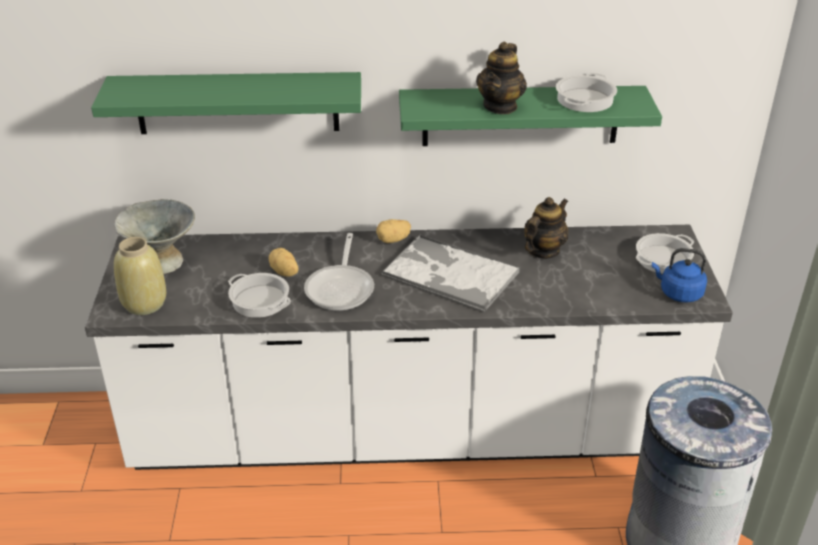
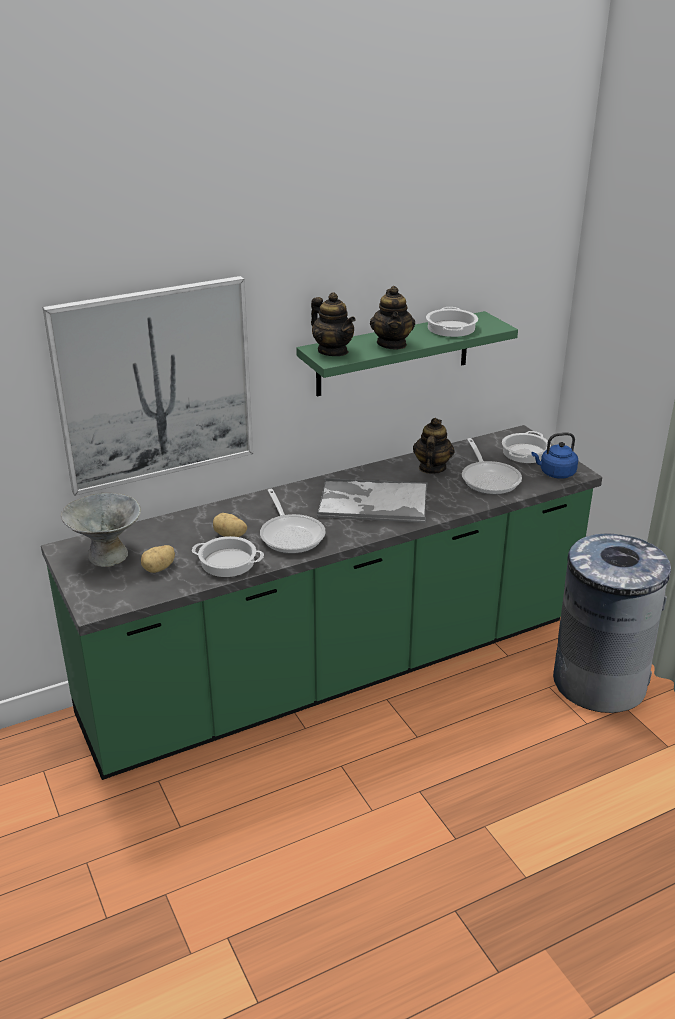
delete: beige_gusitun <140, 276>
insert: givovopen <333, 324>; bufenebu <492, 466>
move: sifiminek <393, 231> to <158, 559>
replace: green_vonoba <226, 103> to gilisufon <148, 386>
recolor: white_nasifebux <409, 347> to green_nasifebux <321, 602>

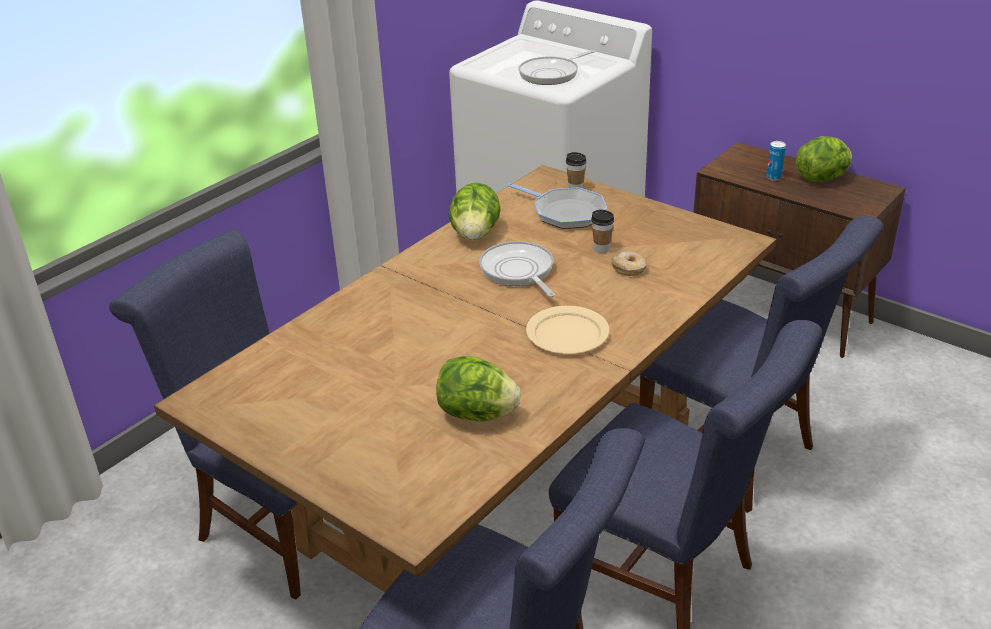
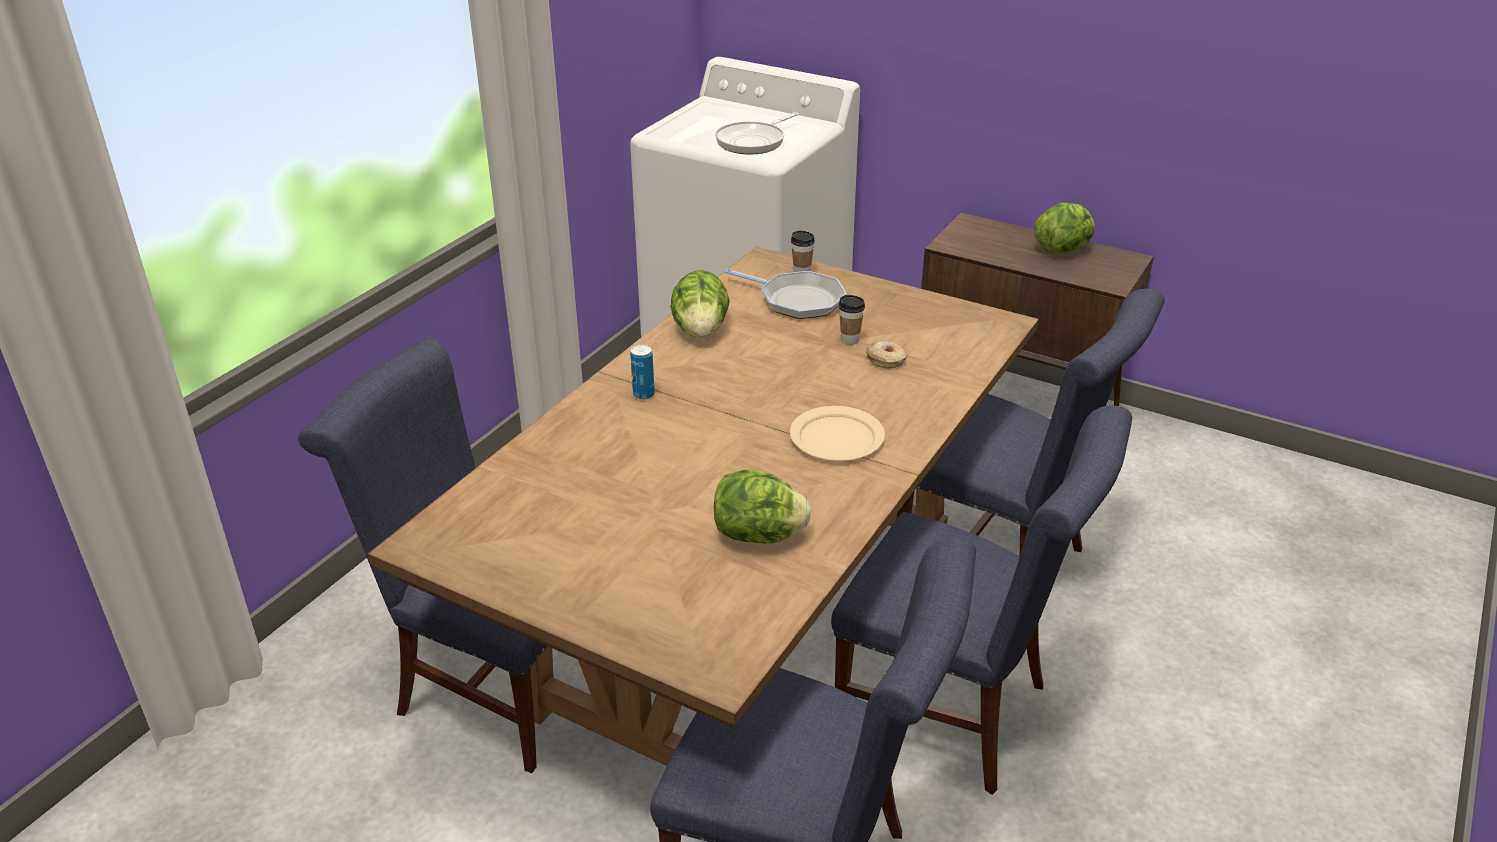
delete: bufenebu <517, 269>
move: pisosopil <776, 160> to <642, 372>

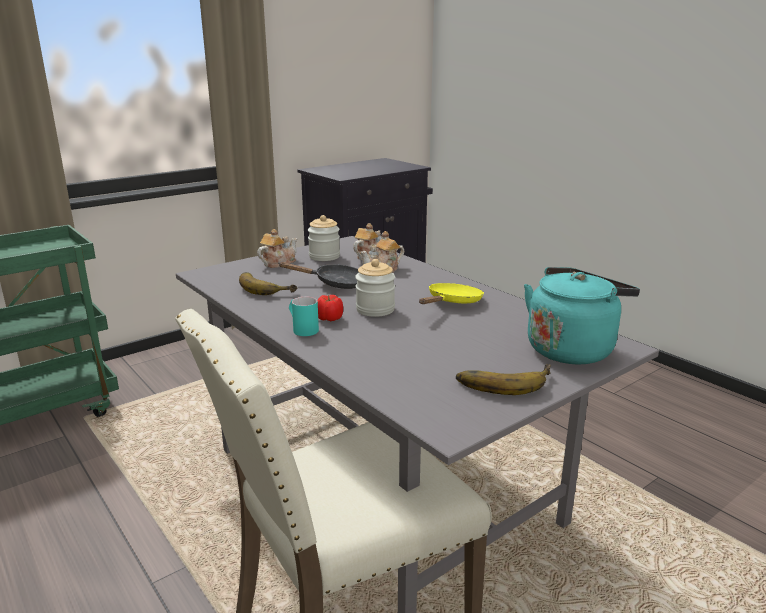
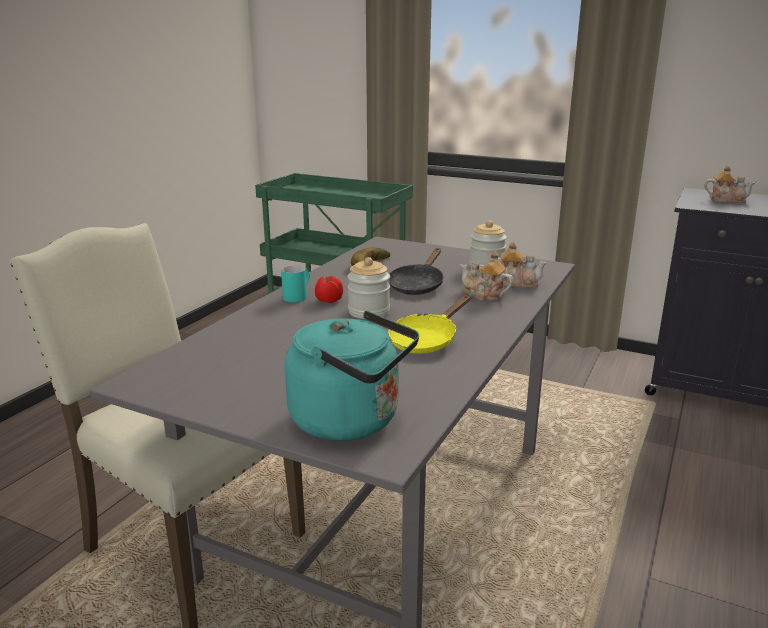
delete: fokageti <503, 379>
move: givovopen <277, 248> to <730, 184>
rotate: black_bufenebu <319, 275> = <416, 271> 45 degrees clockwise; yellow_bufenebu <451, 293> = <429, 324> 120 degrees clockwise

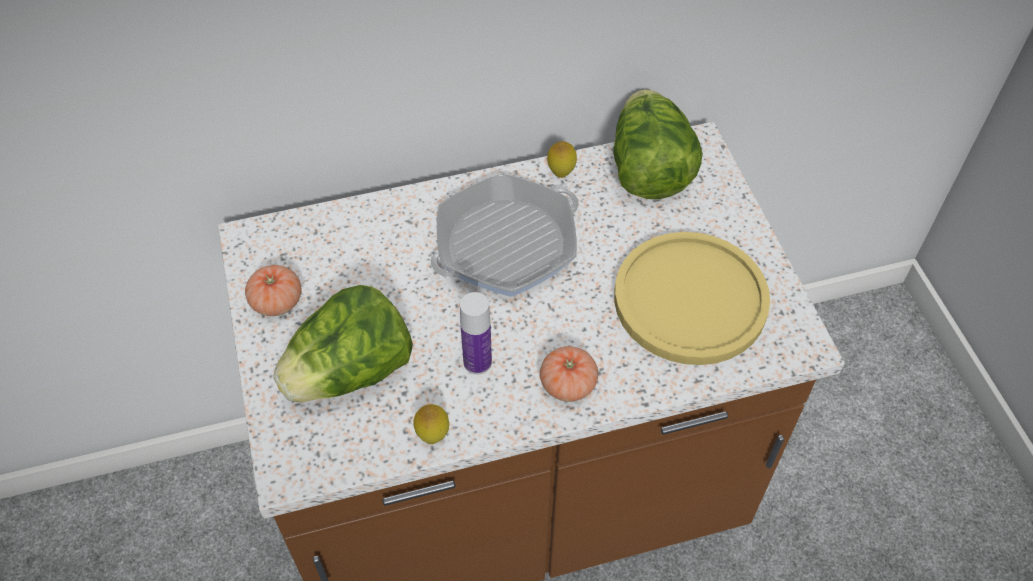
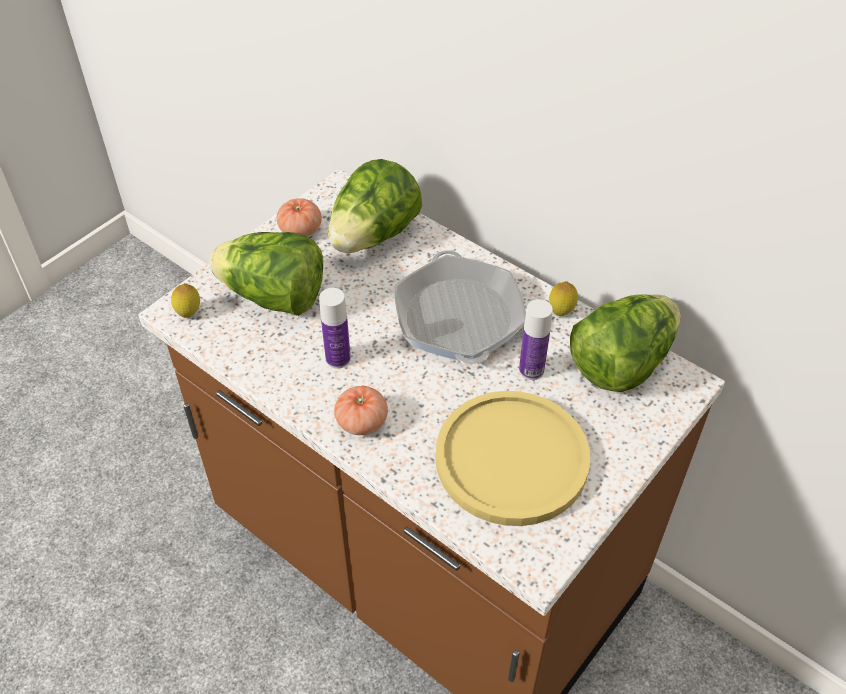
insert: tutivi <375, 206>; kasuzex <536, 339>
move: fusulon <431, 424> to <185, 300>
rotate: bufenebu <505, 235> = <460, 307> 60 degrees clockwise

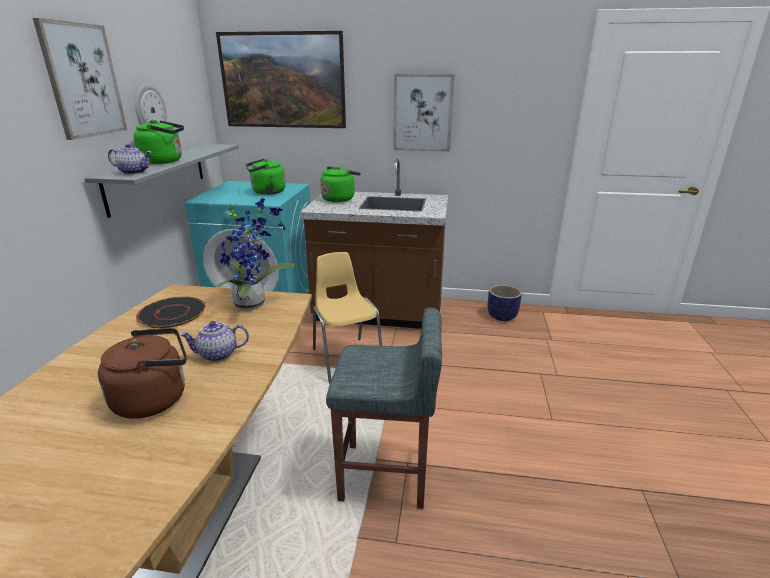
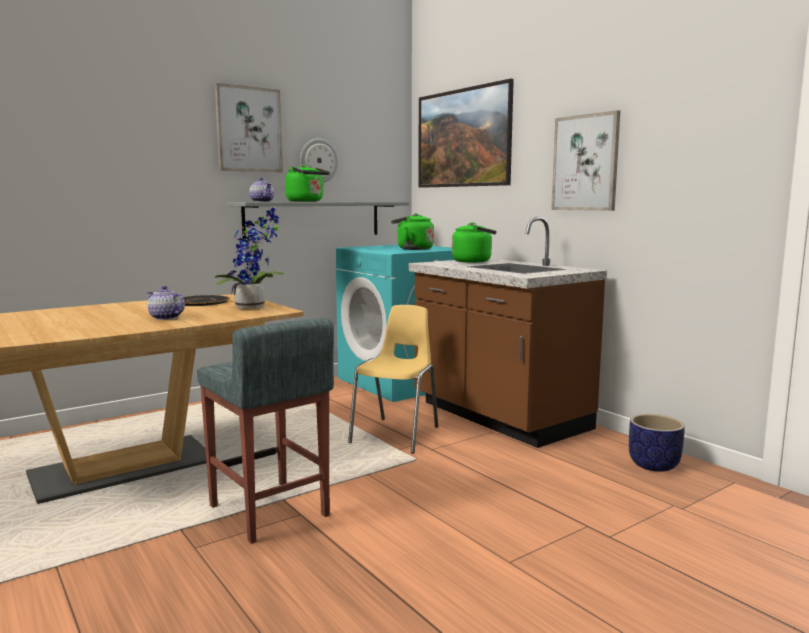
delete: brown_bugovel <142, 373>

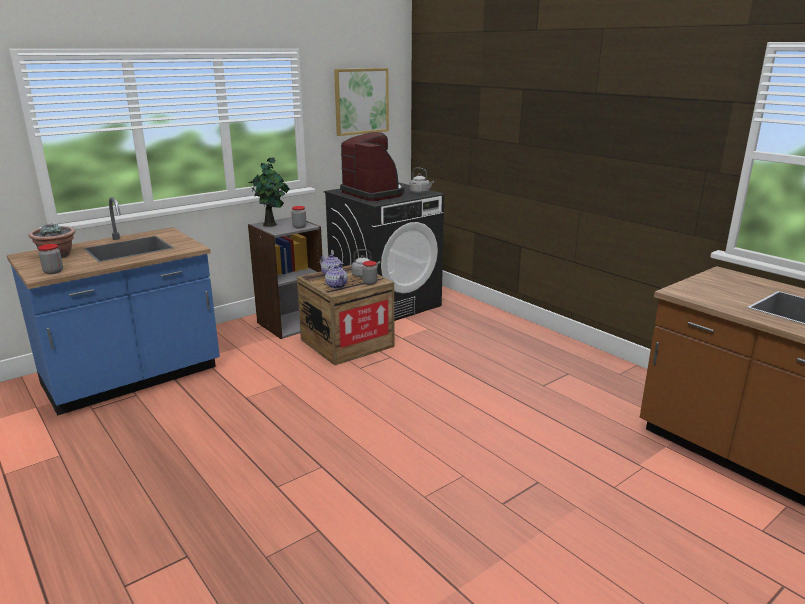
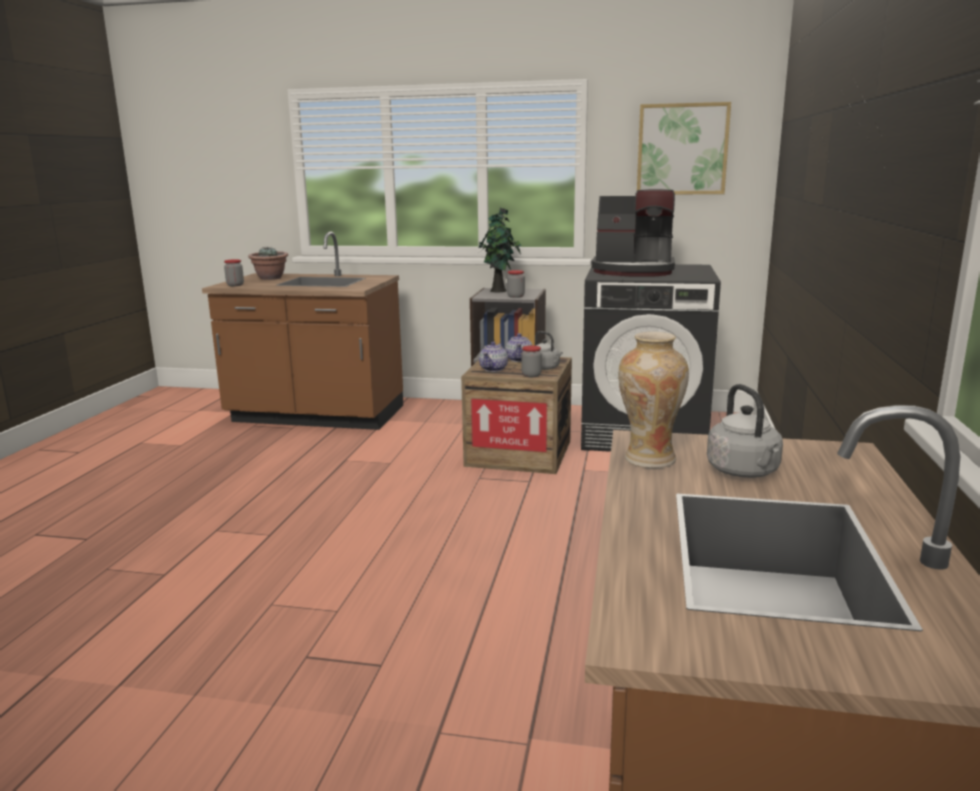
insert: gusitun <653, 400>
move: grey_bugovel <421, 181> to <745, 431>
recolor: blue_nasifebux <113, 306> to brown_nasifebux <302, 330>
rotate: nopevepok <372, 166> = <633, 233> 90 degrees clockwise

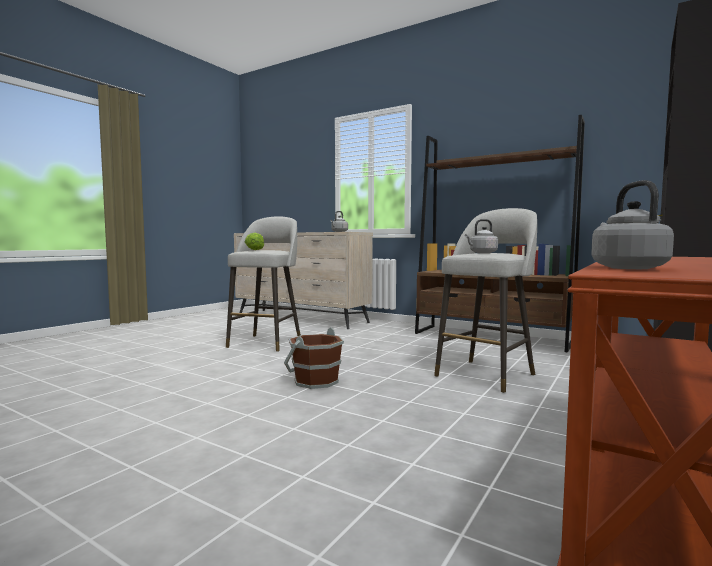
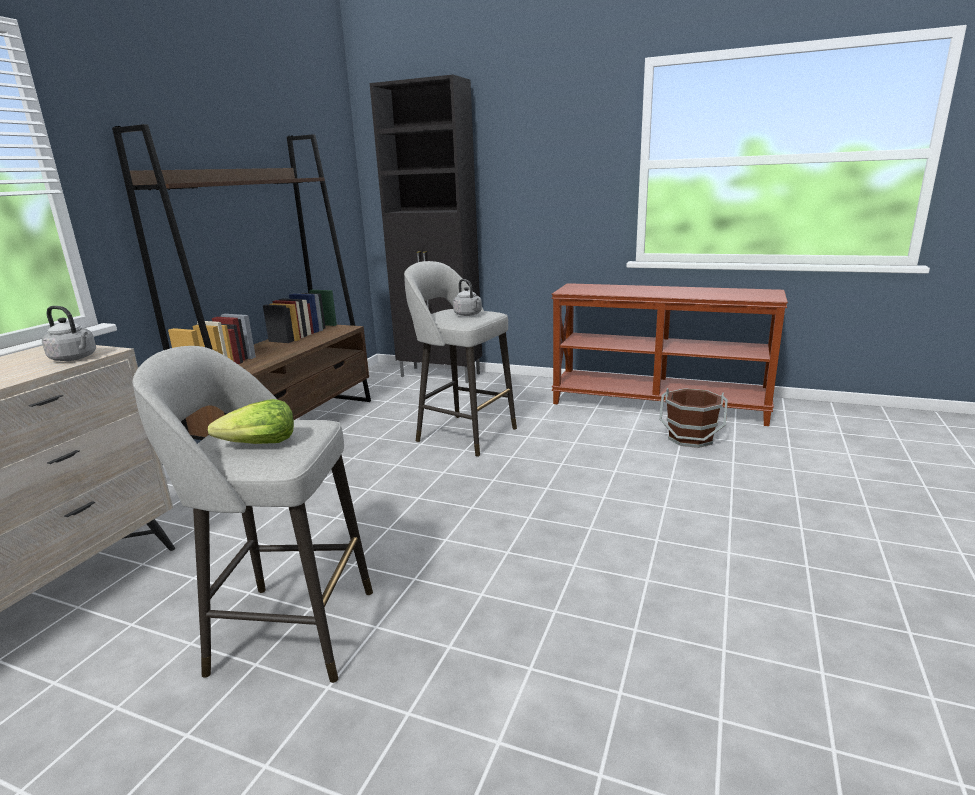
delete: grey_bugovel <632, 224>
move: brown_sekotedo <314, 358> to <693, 418>

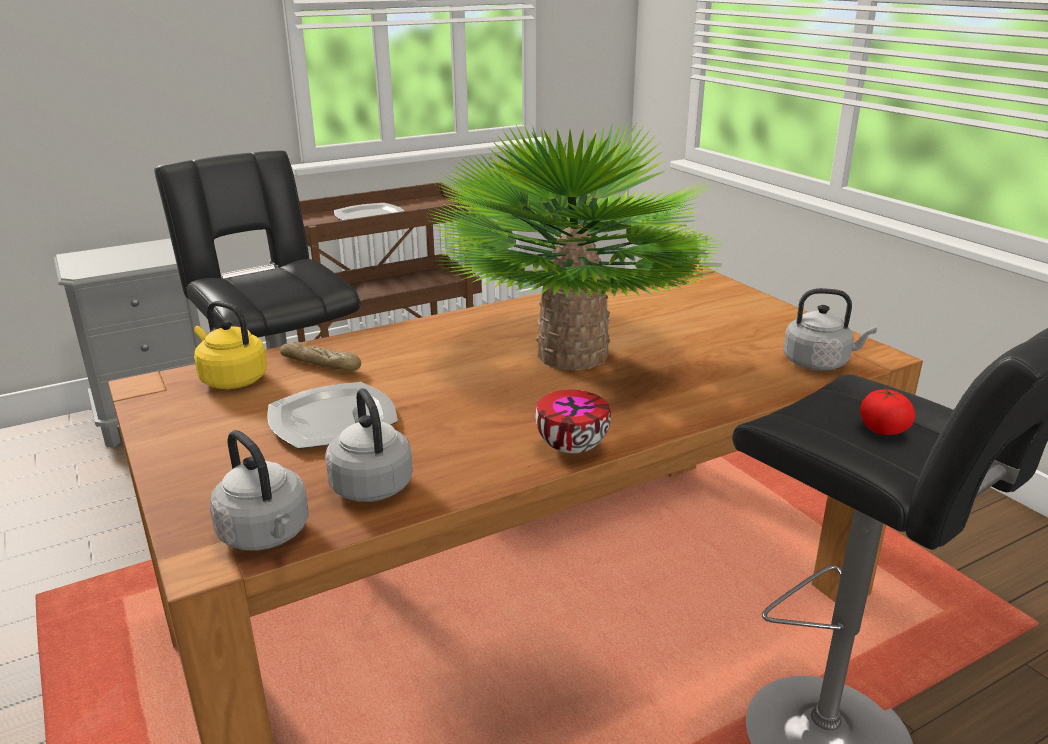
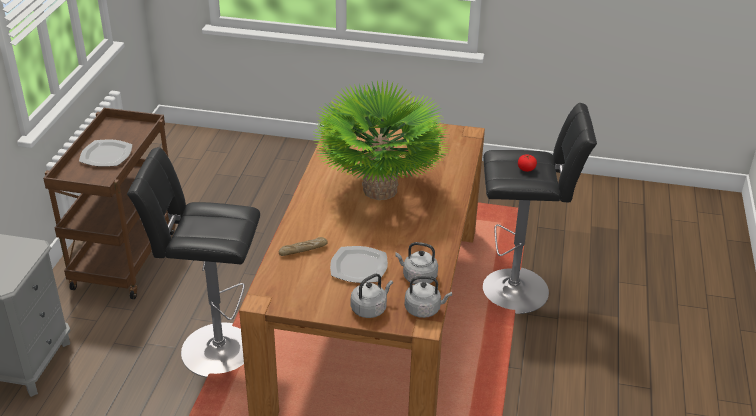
delete: yellow_bugovel <230, 345>; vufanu <573, 421>
move: grey_bugovel <830, 329> to <372, 295>

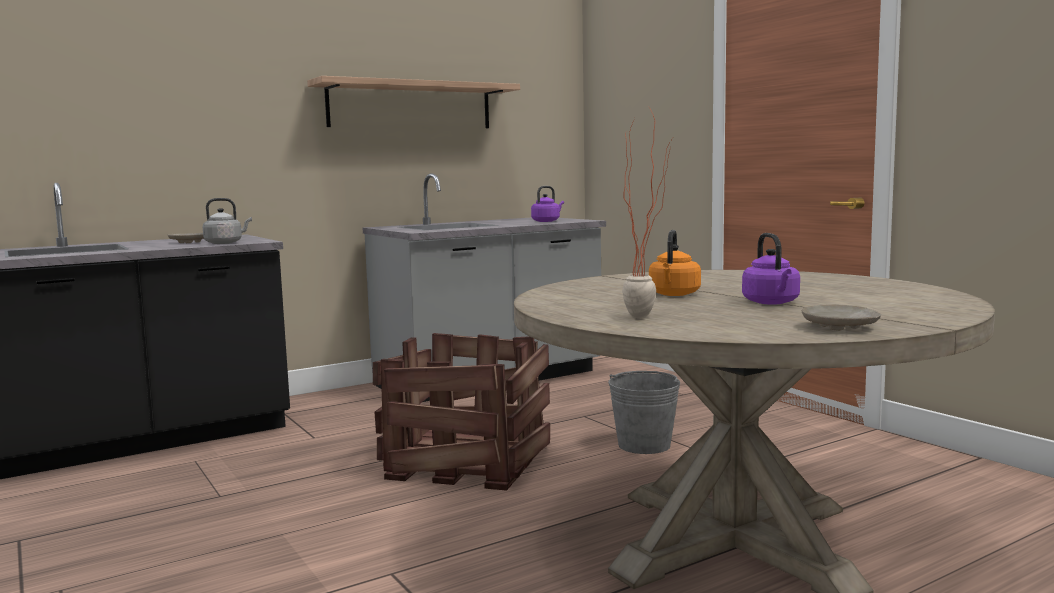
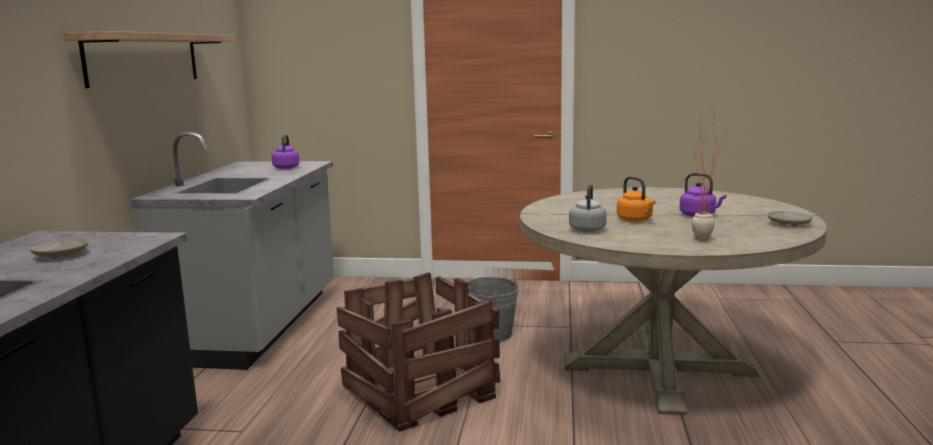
move: grey_bugovel <227, 221> to <588, 208>

